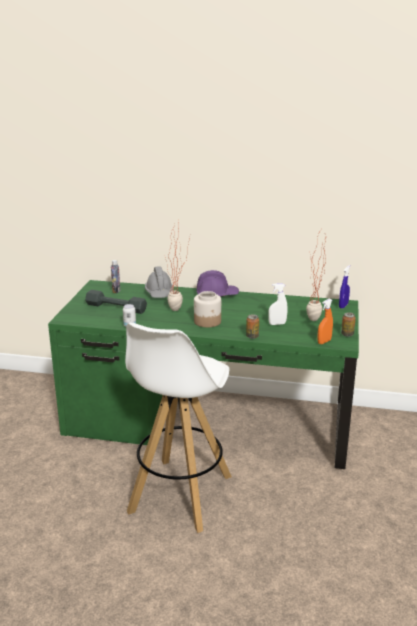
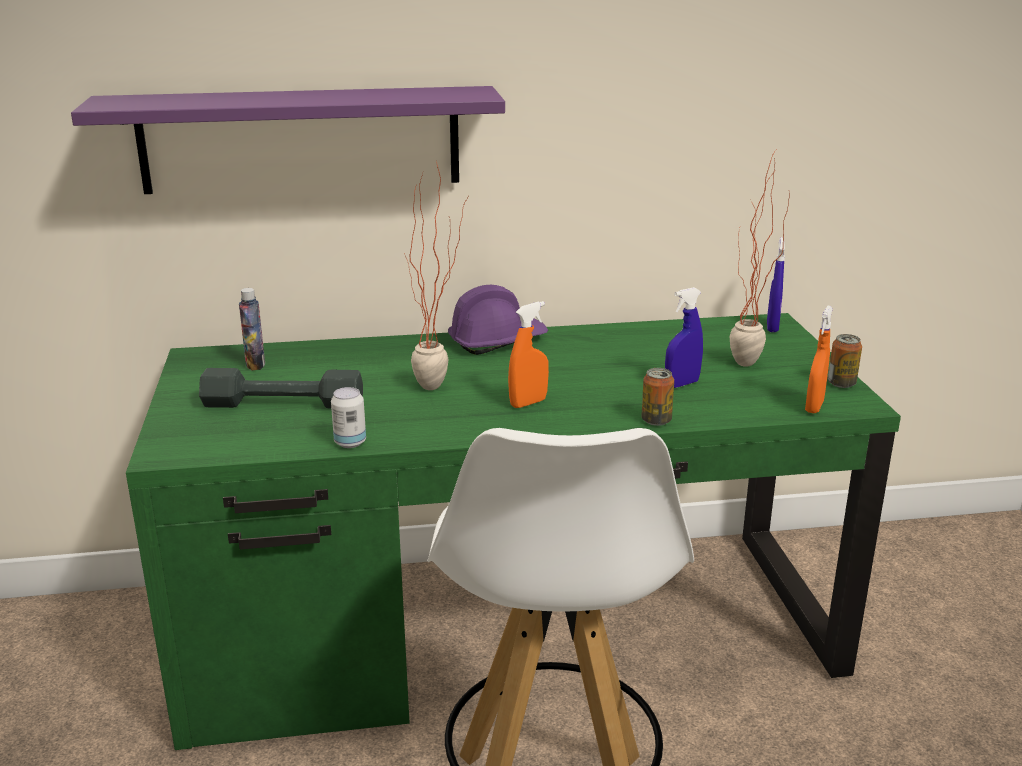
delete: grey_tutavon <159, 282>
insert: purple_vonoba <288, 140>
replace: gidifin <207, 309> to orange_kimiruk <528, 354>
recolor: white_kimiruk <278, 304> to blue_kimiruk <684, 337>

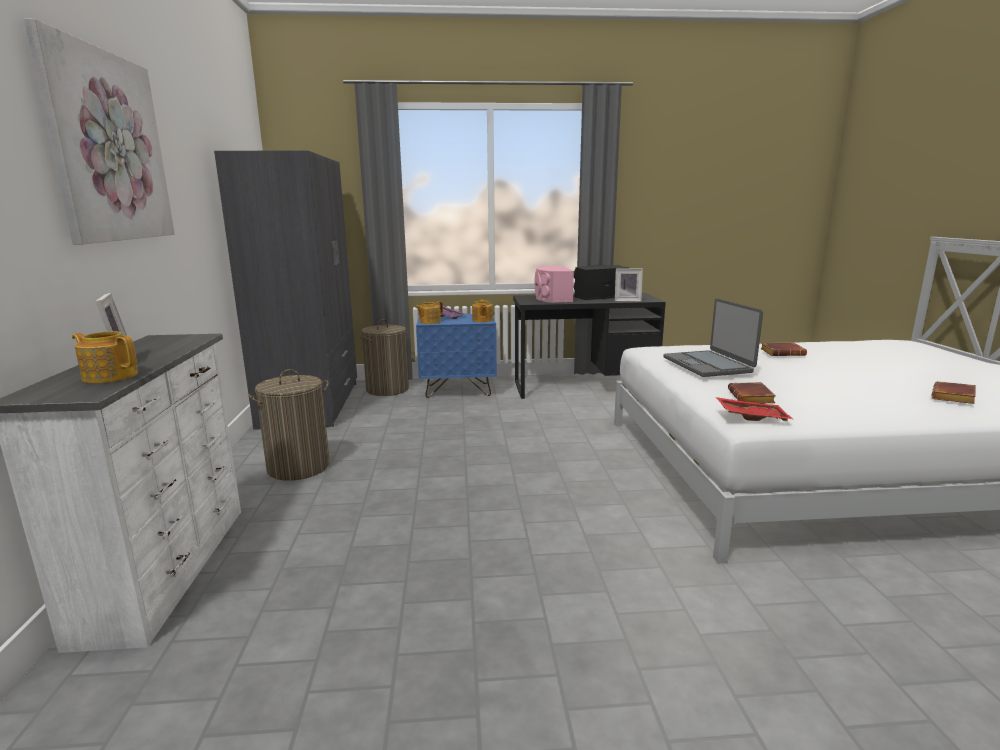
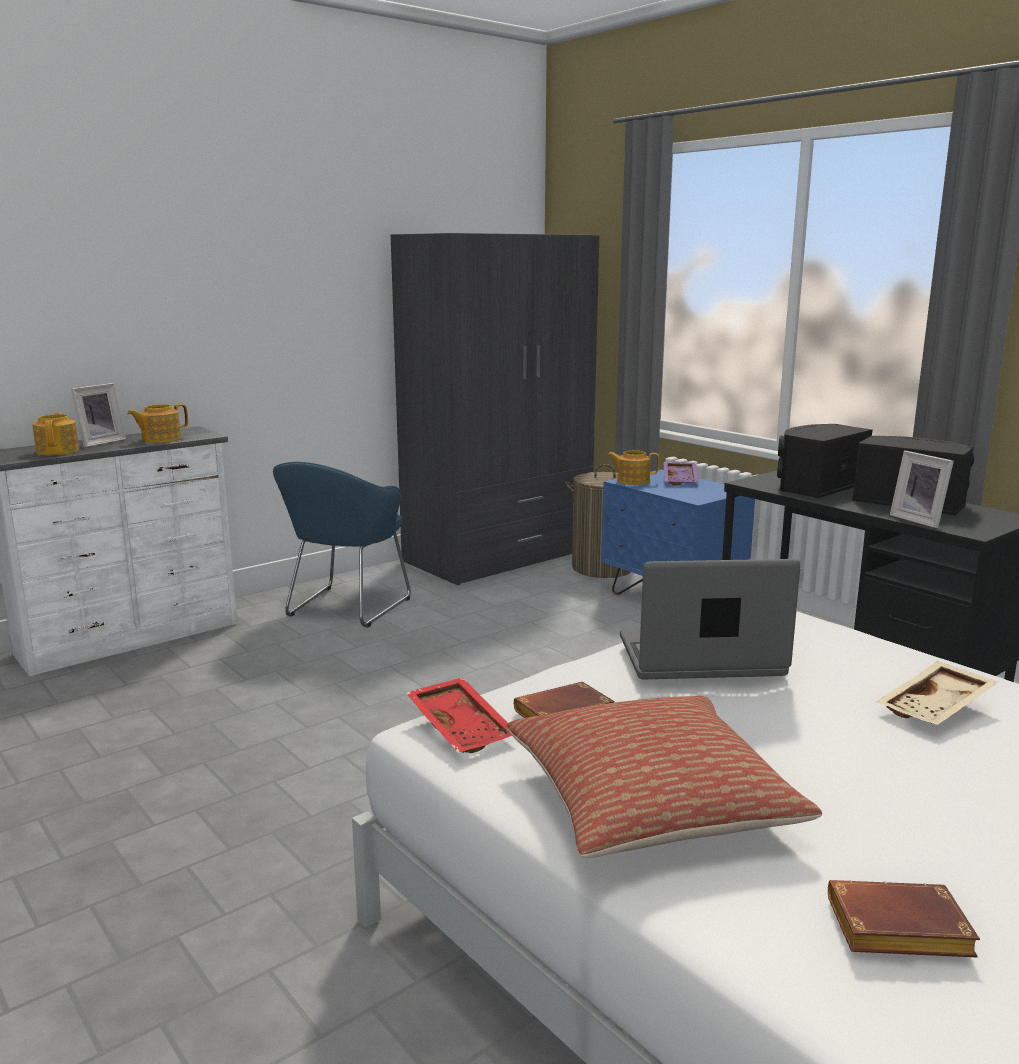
delete: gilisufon <99, 132>
insert: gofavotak <664, 777>
move: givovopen <482, 310> to <157, 423>
replace: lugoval <289, 425> to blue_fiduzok <342, 544>; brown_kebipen <783, 349> to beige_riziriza <936, 693>
recolor: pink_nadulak <554, 284> to black_nadulak <825, 461>
rotate: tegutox <713, 337> = <710, 619> 45 degrees clockwise

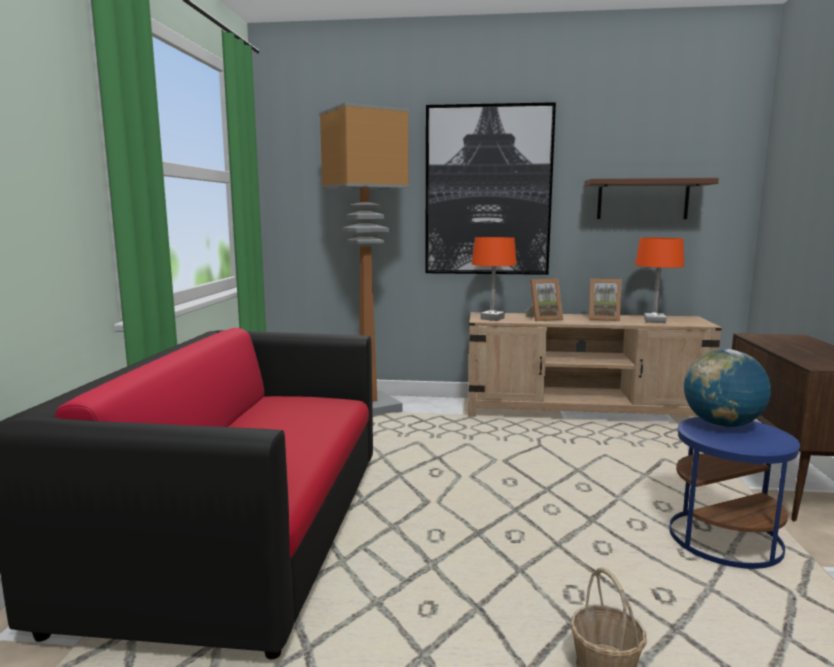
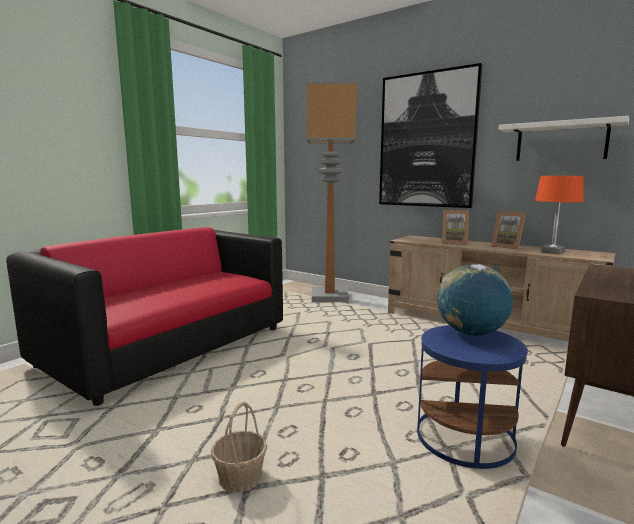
delete: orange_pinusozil <494, 279>
recolor: brown_vonoba <651, 198> to white_vonoba <563, 138>

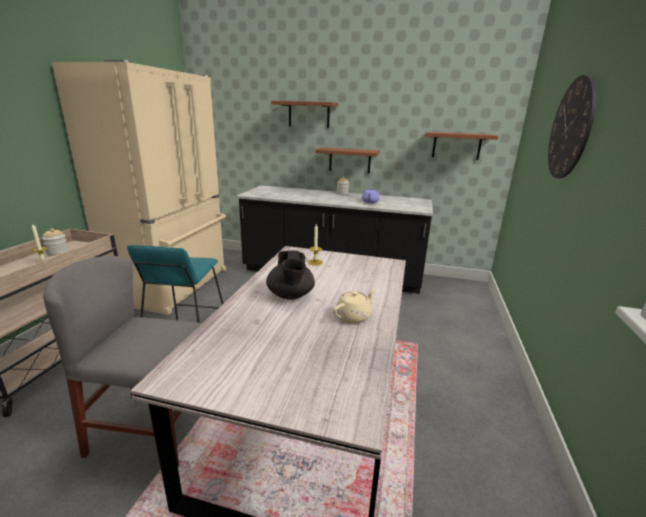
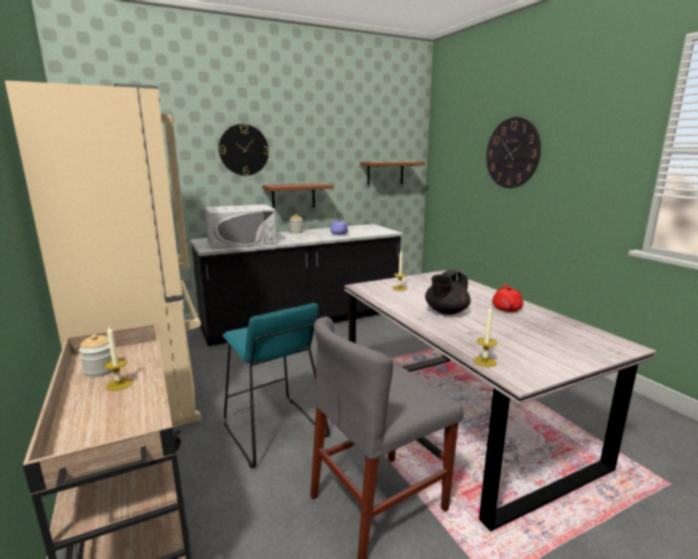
insert: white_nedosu <241, 227>; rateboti <485, 336>
replace: brown_vonoba <304, 114> to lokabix <244, 150>
recolor: beige_givovopen <354, 306> to red_givovopen <507, 298>
rotate: black_givovopen <290, 275> = <448, 292> 90 degrees clockwise

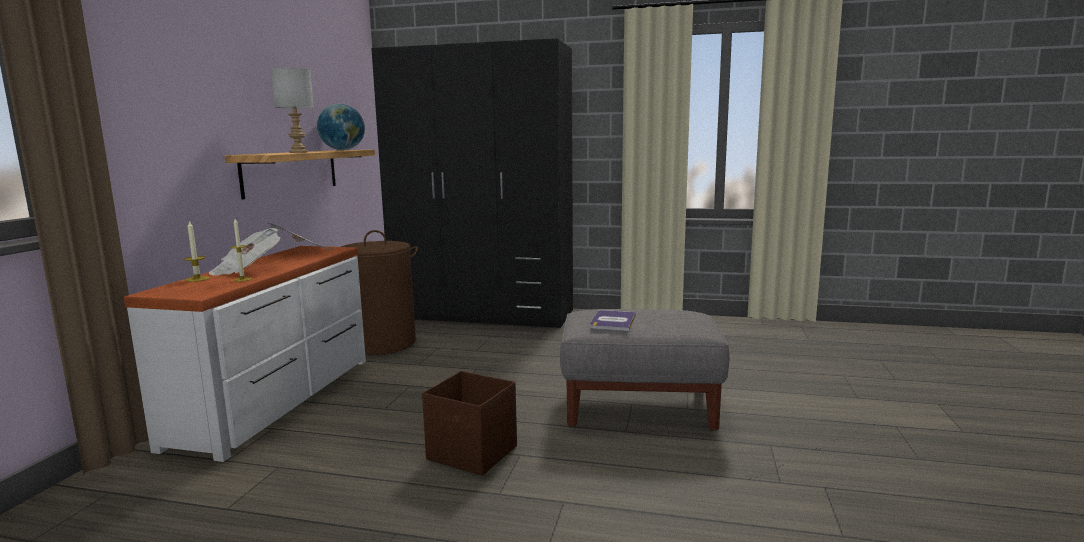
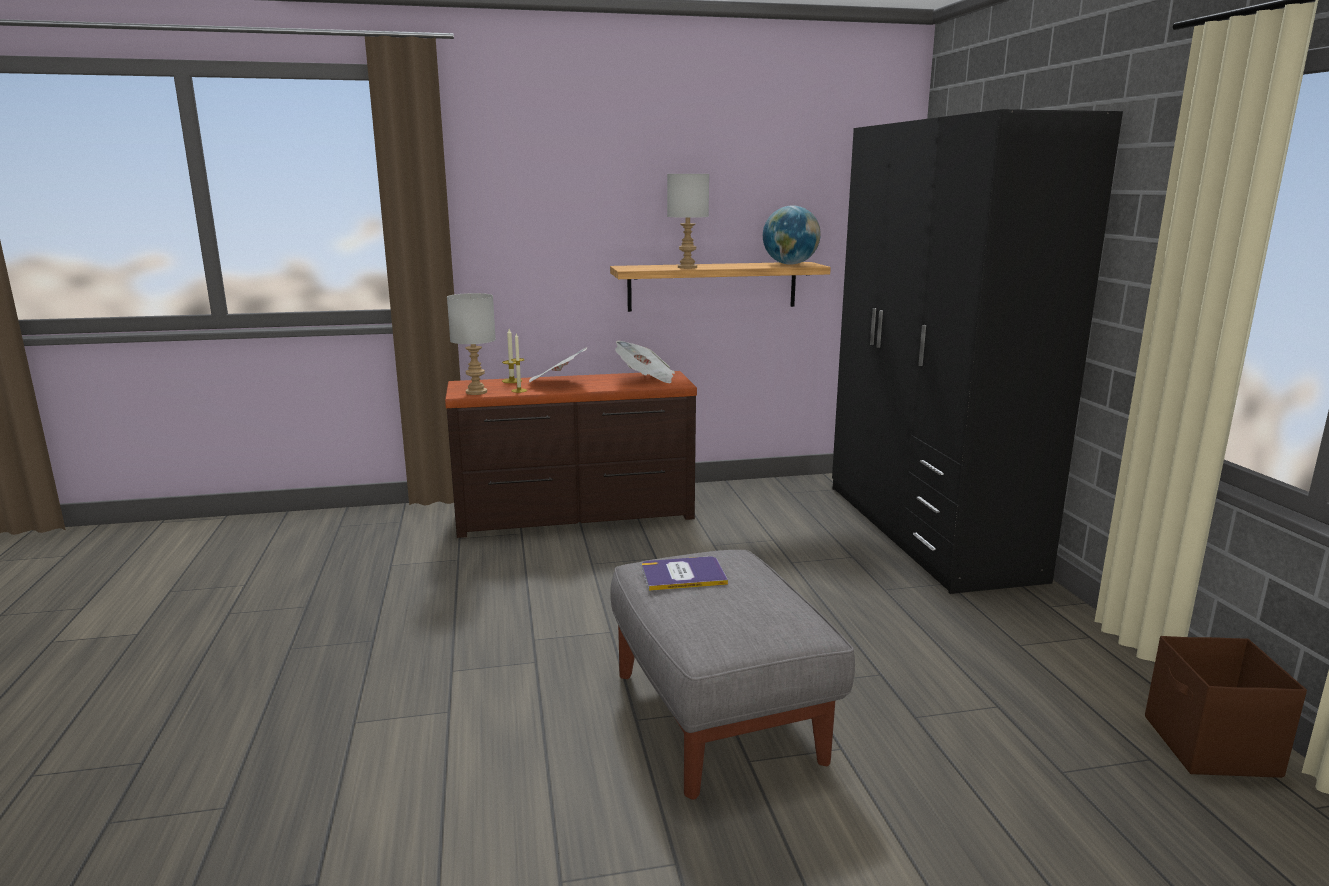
delete: brown_lugoval <379, 292>
insert: grey_pinusozil <471, 344>
move: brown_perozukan <469, 423> to <1226, 707>
recolor: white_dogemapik <245, 354> to brown_dogemapik <571, 454>

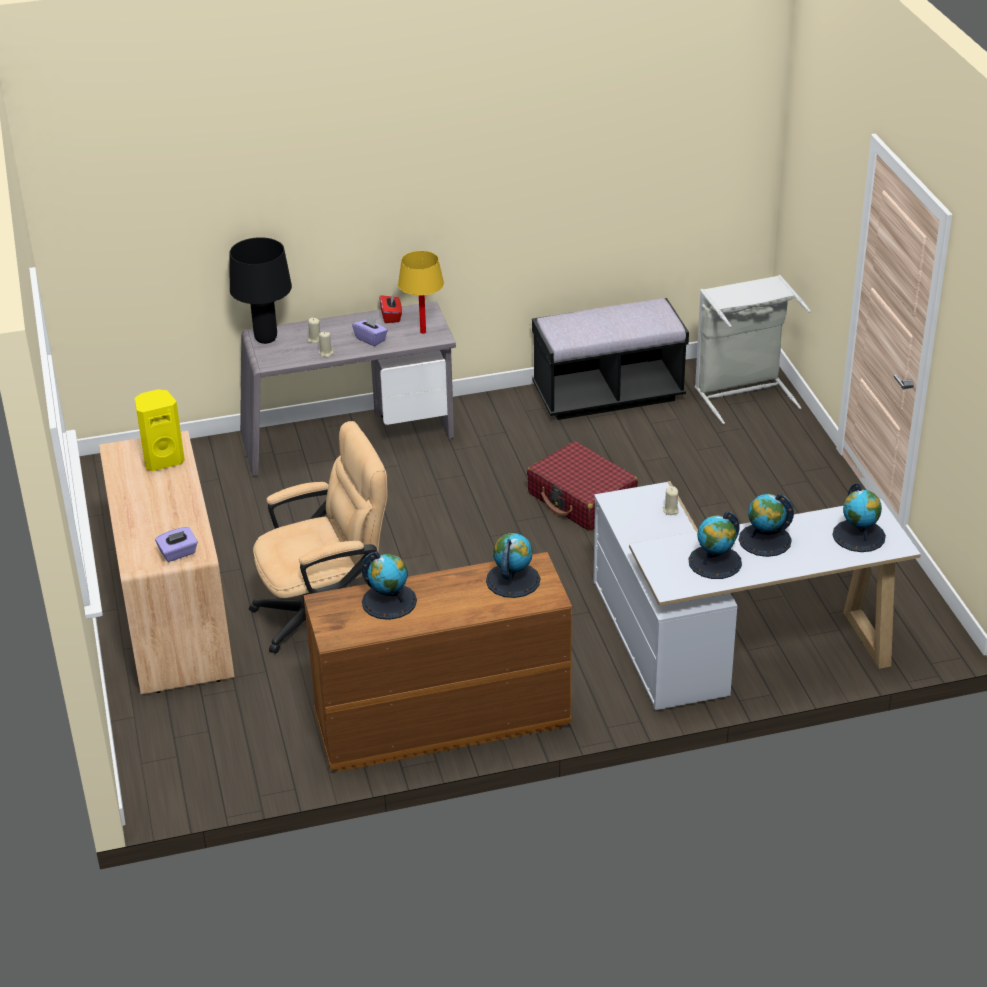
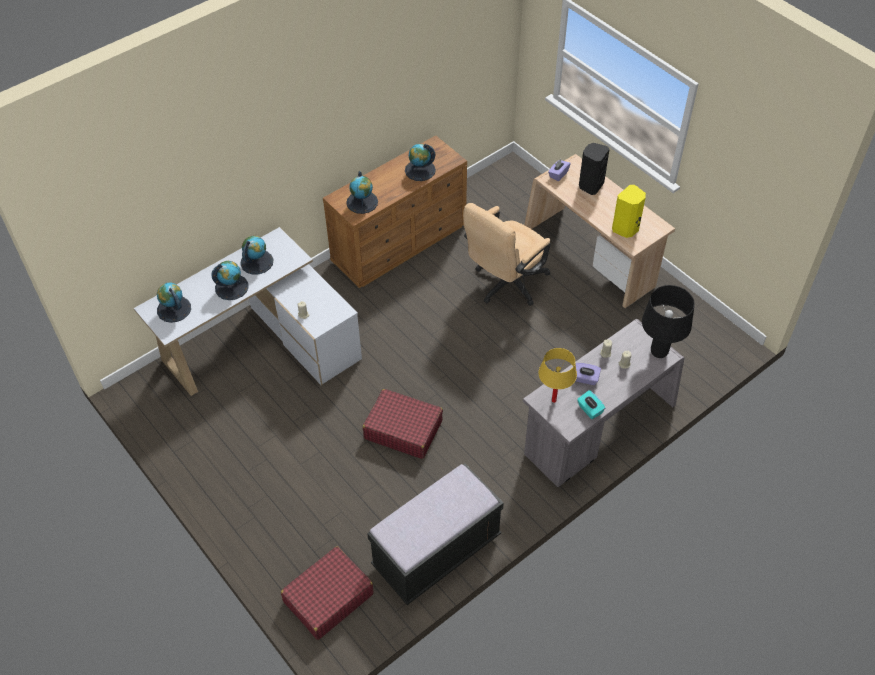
insert: black_nadulak <594, 169>
replace: grey_lugoval <753, 350> to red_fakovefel <327, 593>
recolor: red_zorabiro <391, 309> to turquoise_zorabiro <591, 404>

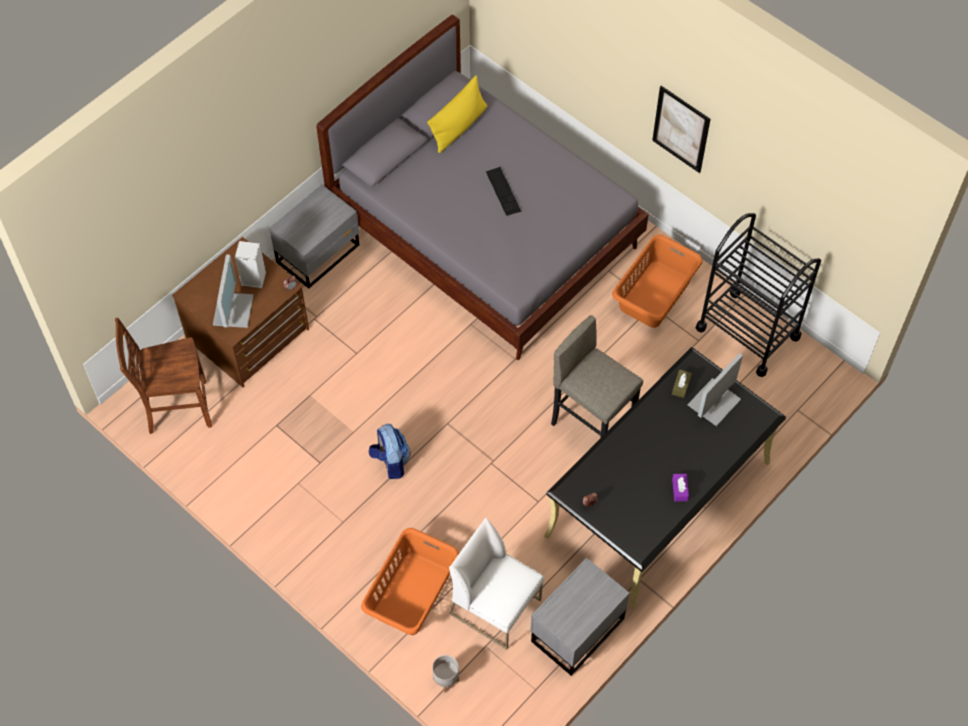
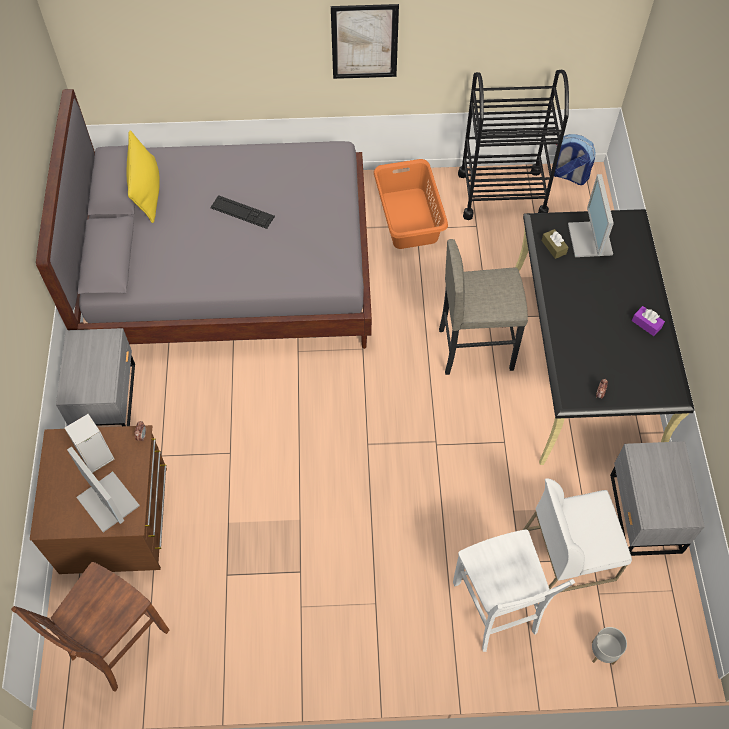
move: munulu <390, 451> to <575, 159>
replace: orange_lugoval <410, 581> to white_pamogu <514, 590>

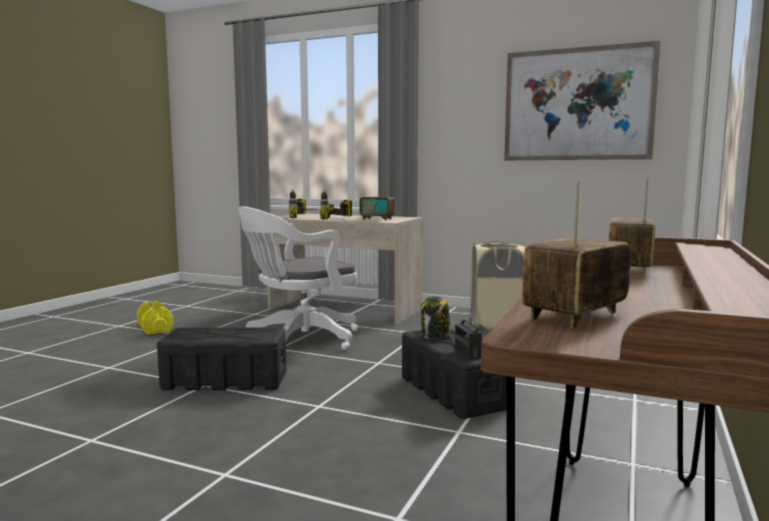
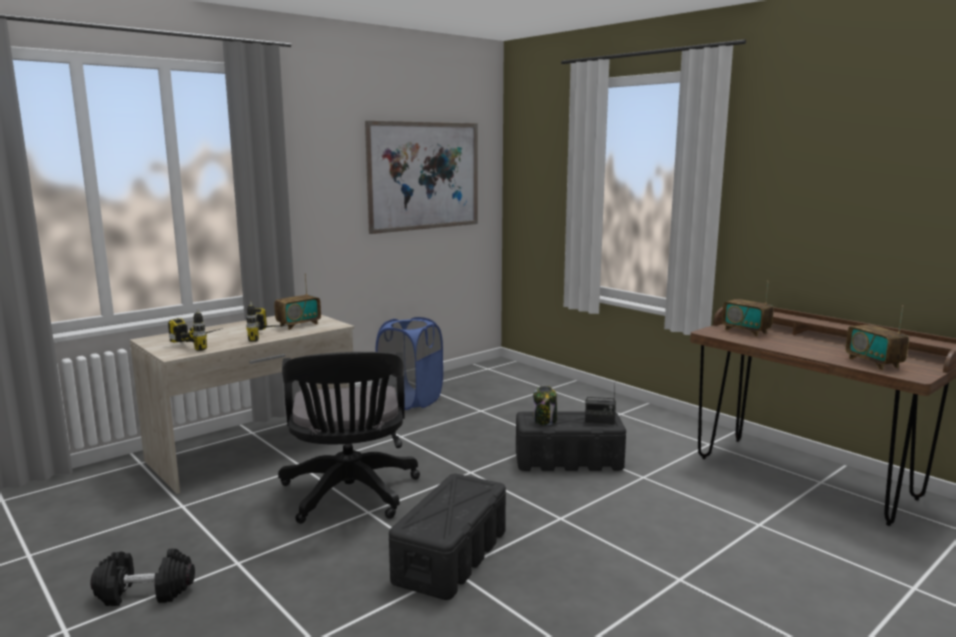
recolor: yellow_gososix <155, 318> to black_gososix <142, 577>; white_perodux <298, 278> to black_perodux <349, 438>; beige_lugoval <498, 285> to blue_lugoval <409, 363>

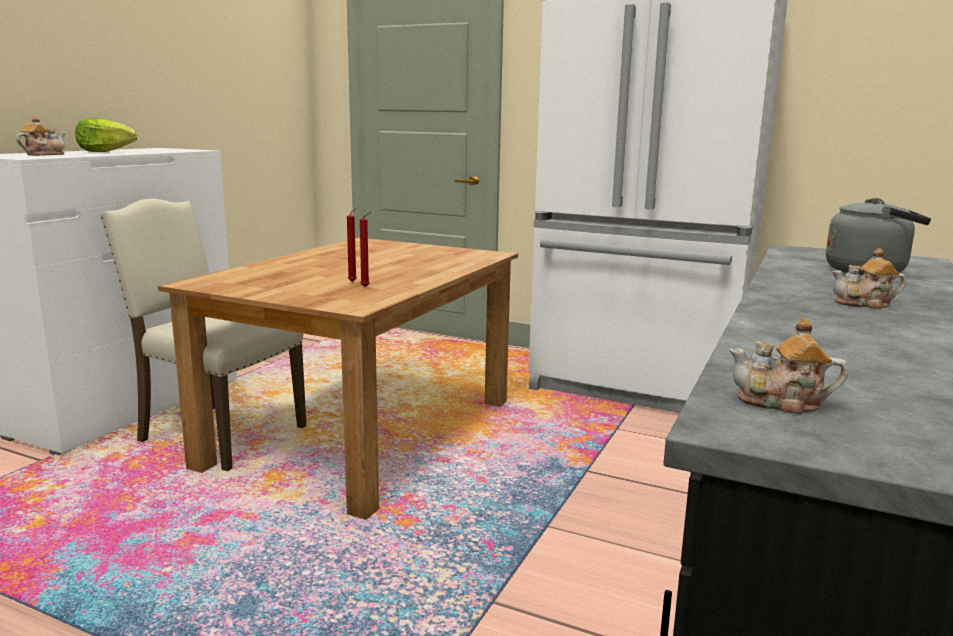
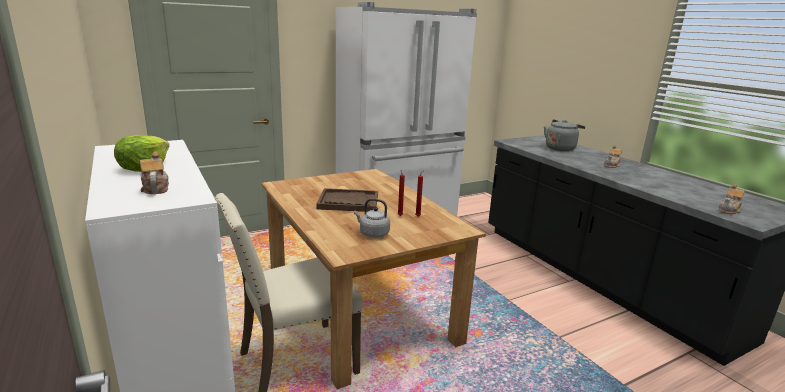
insert: brown_riziriza <347, 200>; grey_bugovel <372, 218>

